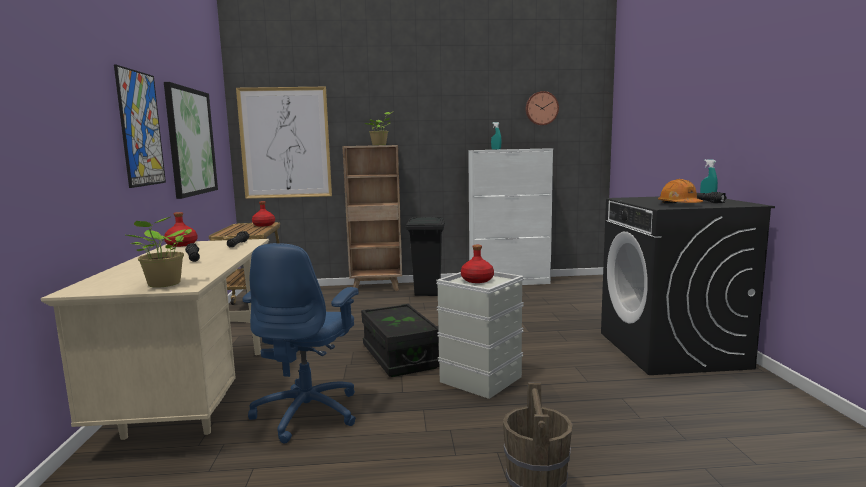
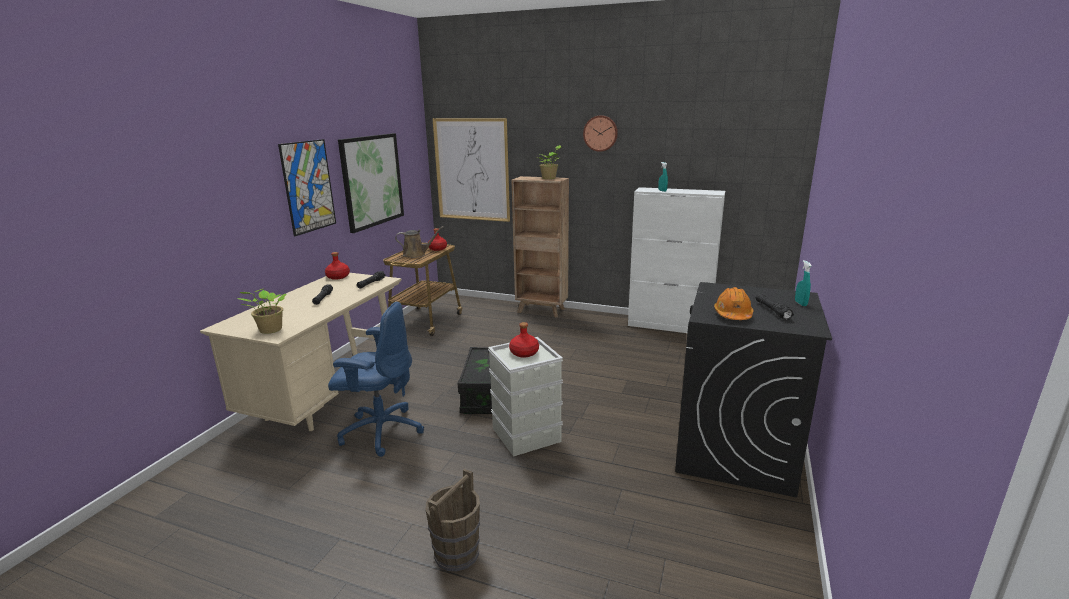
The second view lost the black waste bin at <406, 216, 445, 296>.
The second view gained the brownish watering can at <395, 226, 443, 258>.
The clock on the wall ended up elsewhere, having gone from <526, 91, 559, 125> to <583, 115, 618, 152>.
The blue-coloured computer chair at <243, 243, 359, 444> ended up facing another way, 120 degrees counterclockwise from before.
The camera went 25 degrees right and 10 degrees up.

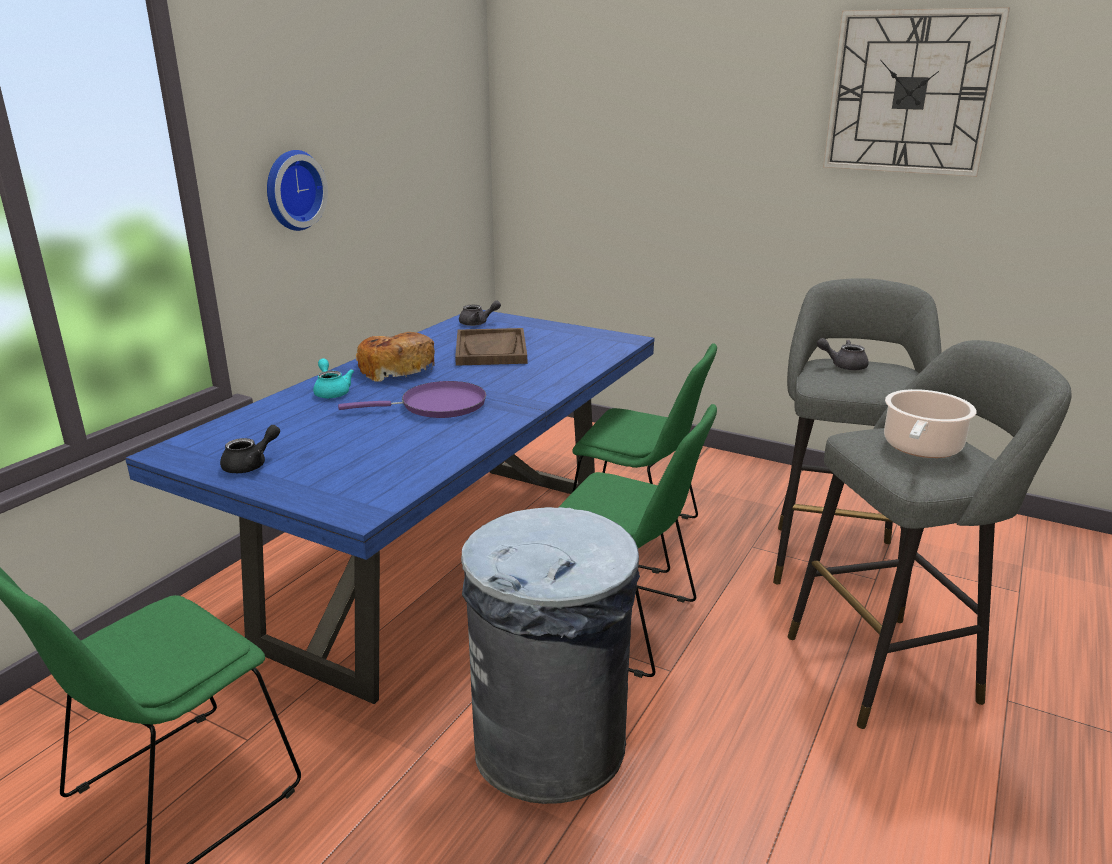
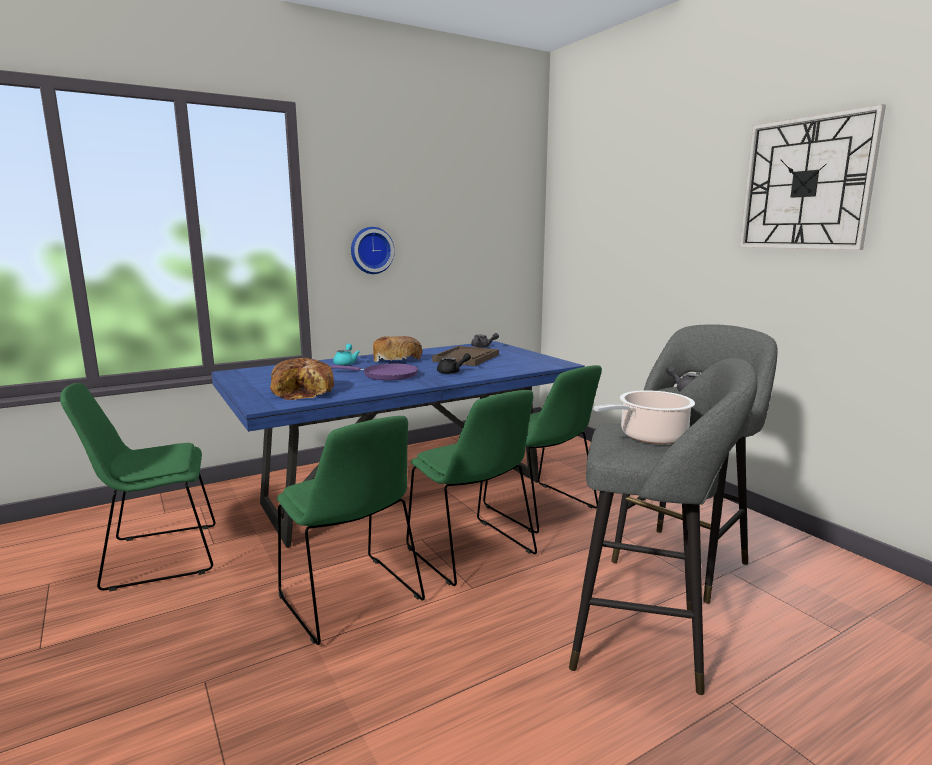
The second view gained the baked bread at <270, 358, 334, 400>.
The black pot for tea ended up elsewhere, having gone from <220, 425, 280, 473> to <437, 353, 471, 374>.
Where the greyish waste bin stood at <461, 507, 640, 804>, the green-coloured upright chair came to stand at <277, 416, 425, 645>.
The camera went 30 degrees right and 10 degrees down.

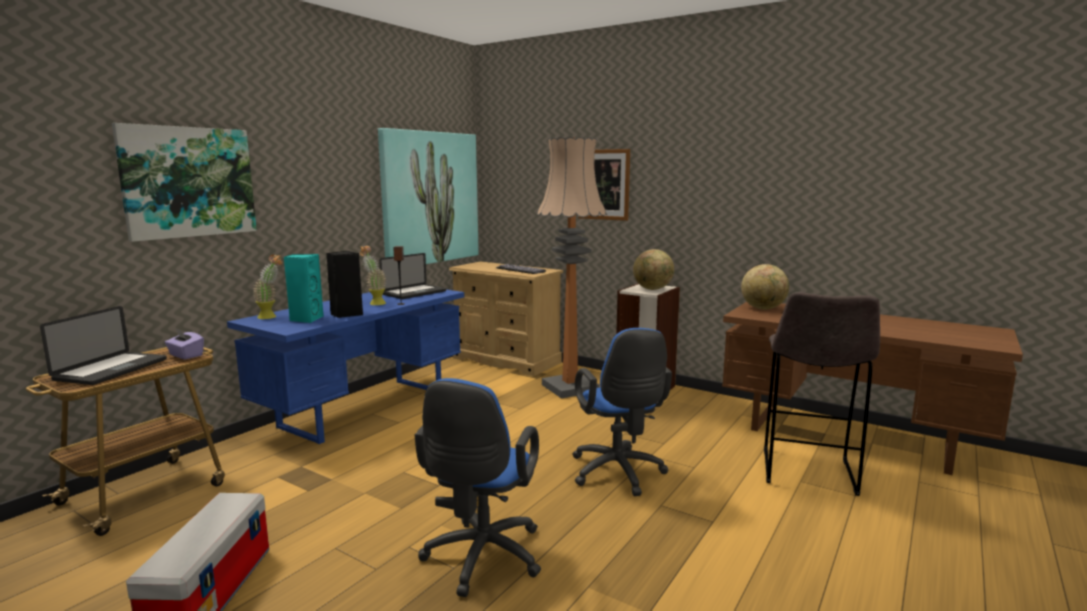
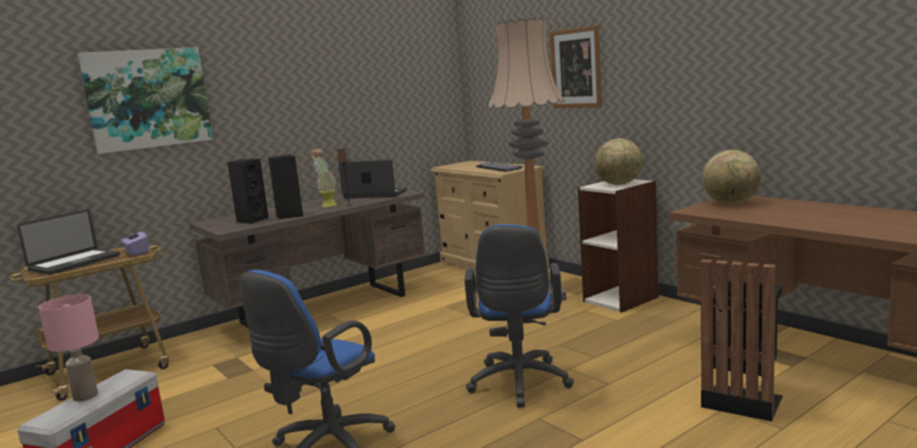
The second view lost the potted plant at <253, 254, 282, 319>.
The second view lost the wall picture at <378, 128, 479, 264>.
The second view gained the pink tabletop lamp at <38, 294, 99, 401>.
Where the greyish sitting stool stood at <764, 292, 880, 496>, the black waste bin came to stand at <700, 259, 783, 421>.
What was the blue-coloured desk table at <227, 290, 464, 444> turned into the brownish desk table at <189, 190, 426, 328>.
What was the turquoise loudspeaker at <284, 254, 324, 323> turned into the black loudspeaker at <227, 159, 269, 224>.
The portable computer at <379, 253, 446, 299> ended up facing another way, 135 degrees counterclockwise from before.
The camera went 20 degrees right and 0 degrees up.

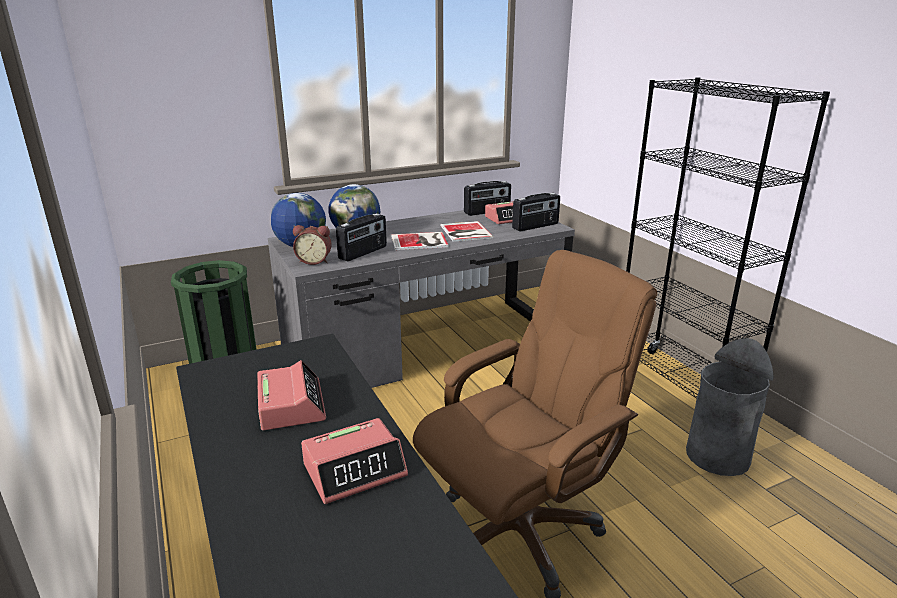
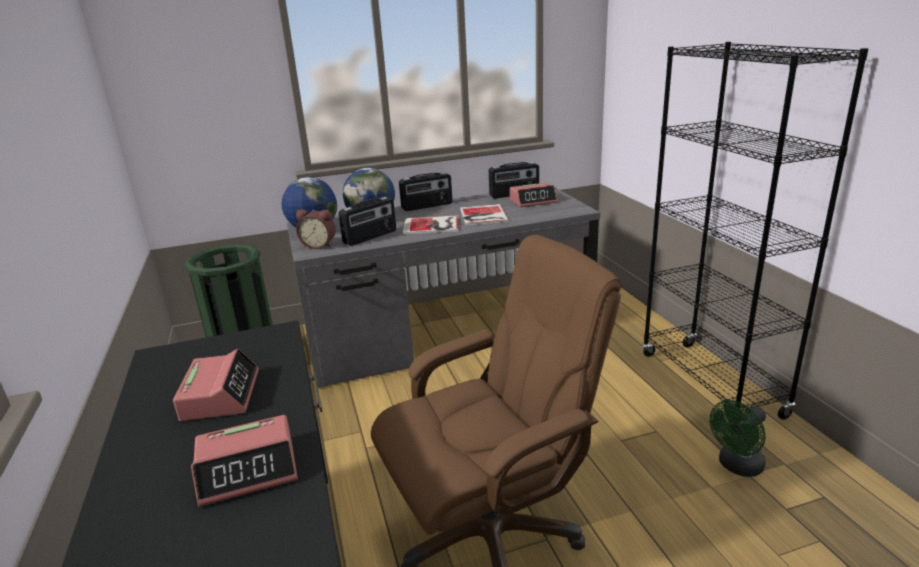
The radio ended up elsewhere, having gone from <512, 193, 560, 232> to <399, 172, 452, 211>.
Where the greyish waste bin stood at <686, 338, 773, 476>, the green-coloured cooling fan came to stand at <710, 400, 766, 477>.
The camera went 10 degrees right and 0 degrees up.

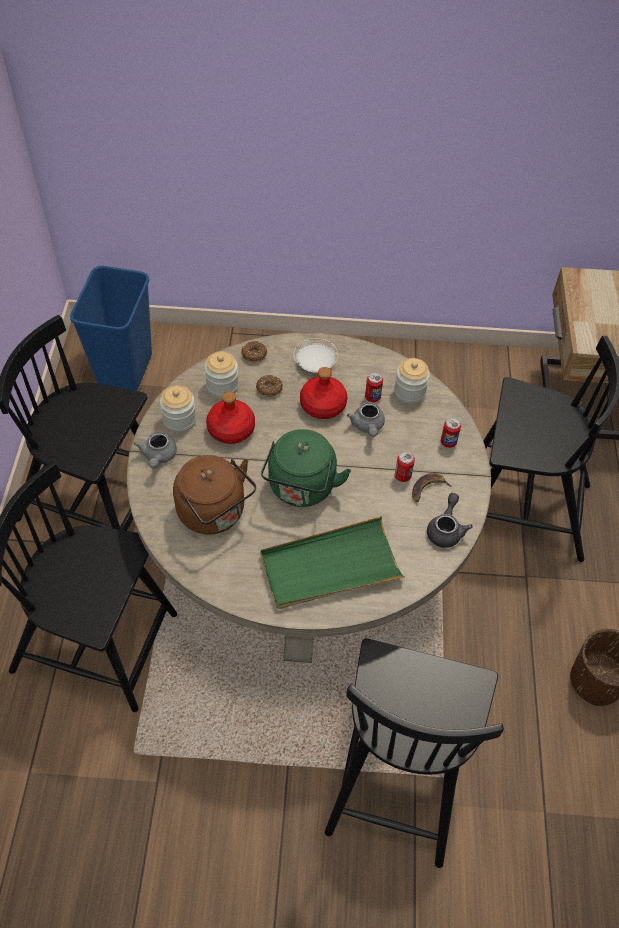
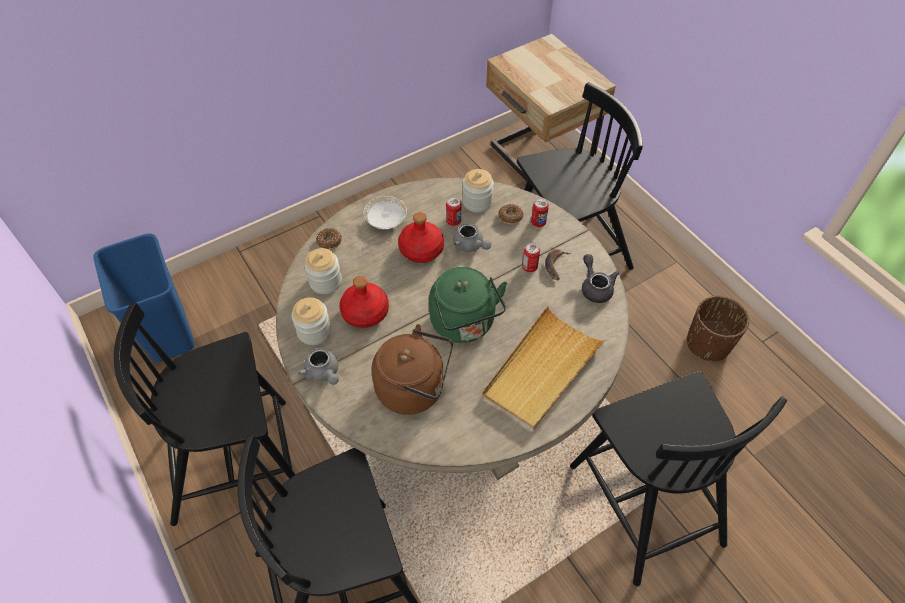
The donut ended up elsewhere, having gone from <256, 375, 283, 397> to <498, 204, 524, 224>.
What was the green-coloured carrying tray at <260, 516, 405, 609> turned into the beige carrying tray at <482, 306, 605, 430>.
The camera went 35 degrees left and 0 degrees up.

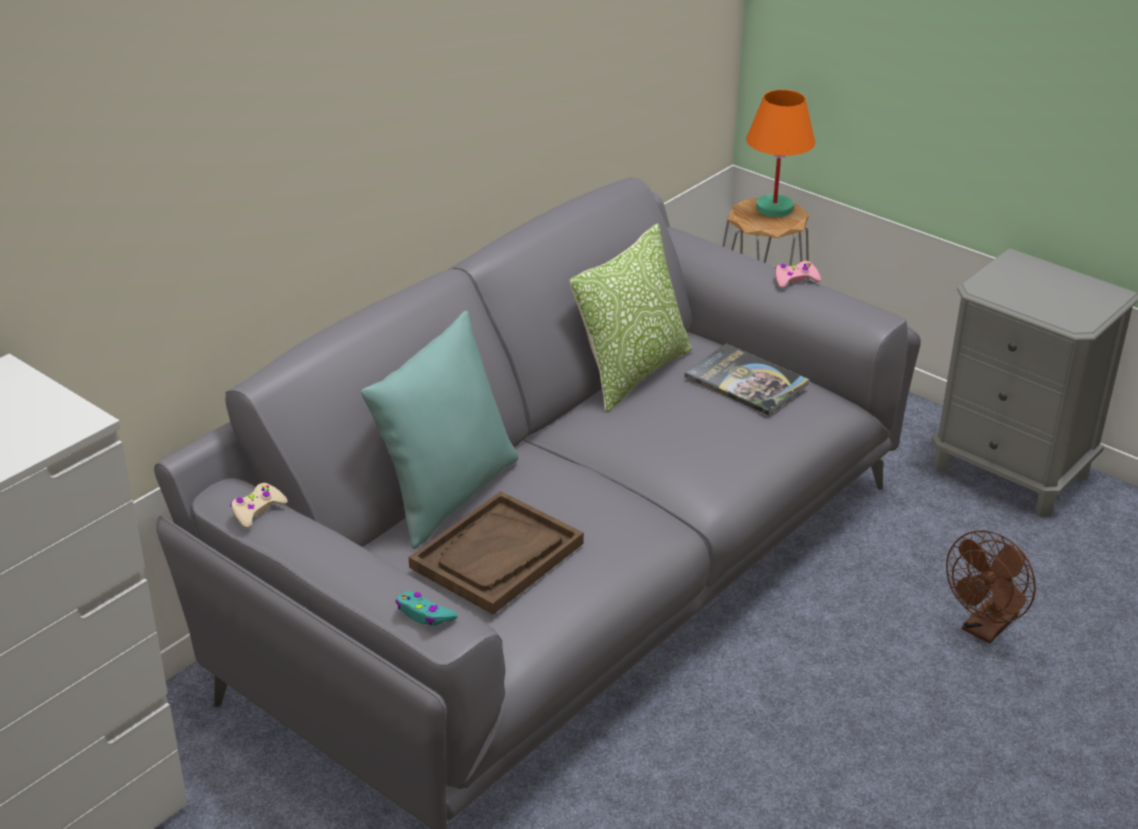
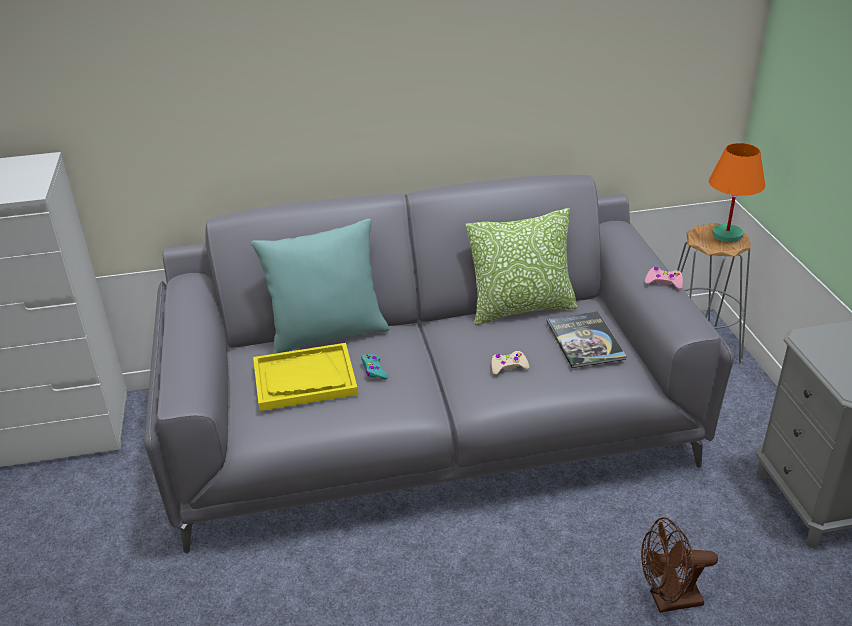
The beige game controller ended up elsewhere, having gone from <230, 483, 288, 528> to <491, 351, 529, 375>.
The turquoise game controller ended up elsewhere, having gone from <396, 591, 458, 626> to <361, 354, 388, 380>.
What was the brownish carrying tray at <409, 491, 584, 615> turned into the yellow carrying tray at <253, 343, 358, 411>.
The camera went 40 degrees right and 0 degrees up.

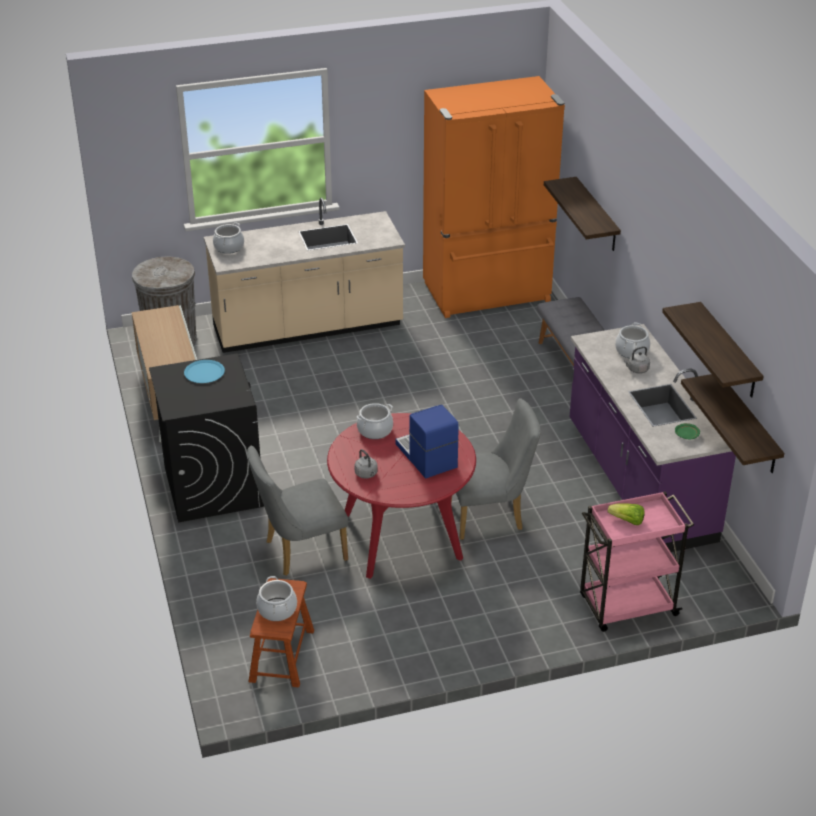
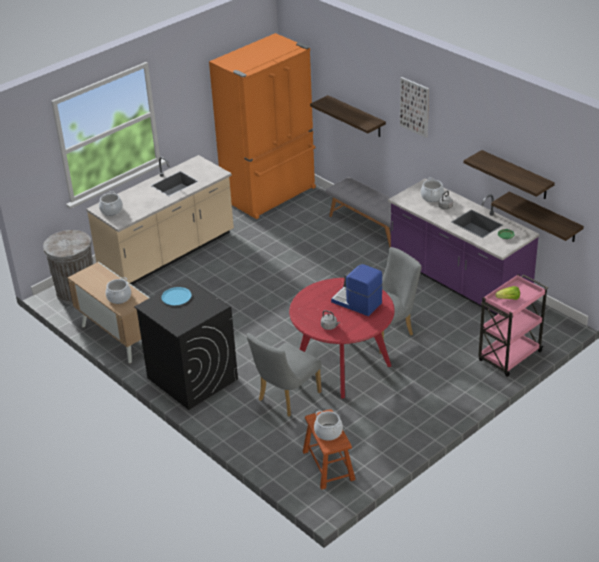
The second view gained the wall picture at <400, 77, 429, 138>.
The saucepot ended up elsewhere, having gone from <356, 403, 393, 439> to <106, 277, 131, 304>.
The camera went 25 degrees left and 0 degrees up.

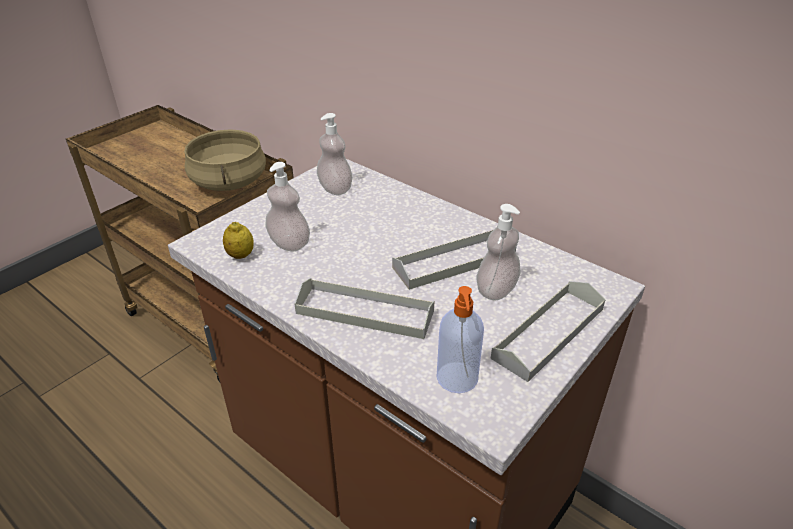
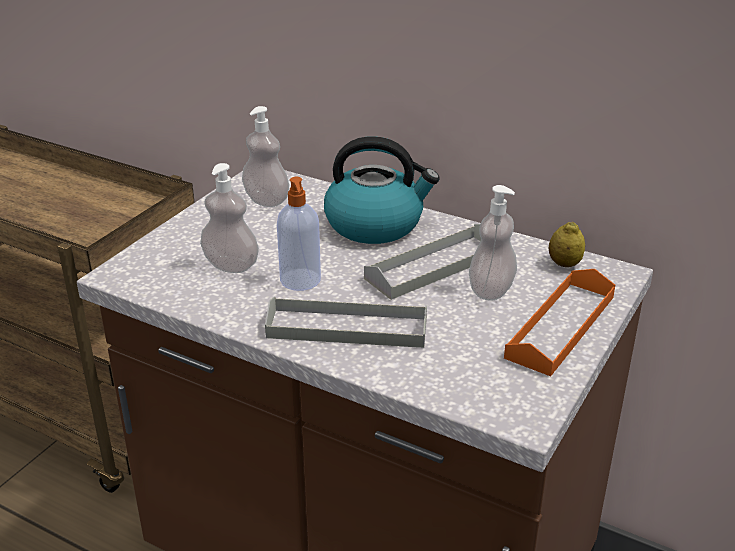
The second view lost the beige saucepot at <184, 129, 266, 191>.
The second view gained the tea kettle at <324, 136, 440, 244>.
The whole lemon ended up elsewhere, having gone from <223, 222, 254, 259> to <549, 222, 585, 267>.
The liquid soap bottle ended up elsewhere, having gone from <437, 286, 484, 393> to <277, 177, 321, 291>.
What was the greyish carrying tray at <490, 281, 606, 382> turned into the orange-coloured carrying tray at <504, 269, 615, 376>.
The camera went 10 degrees left and 5 degrees down.

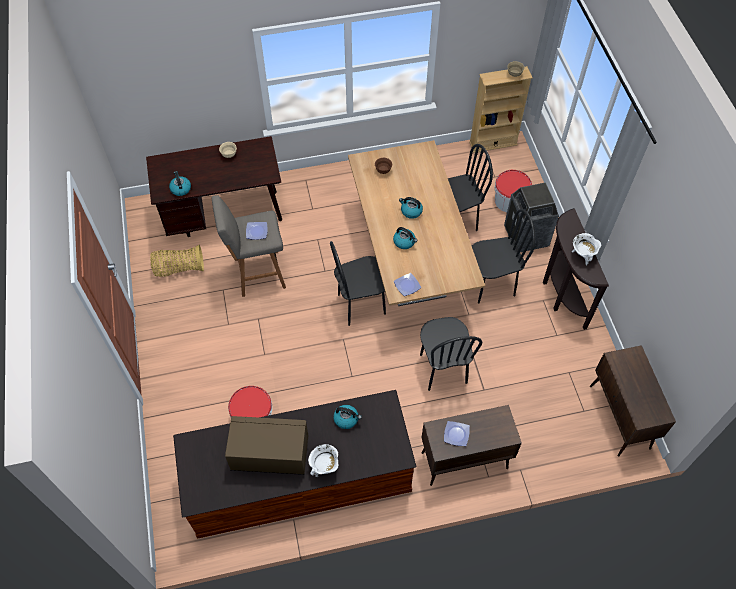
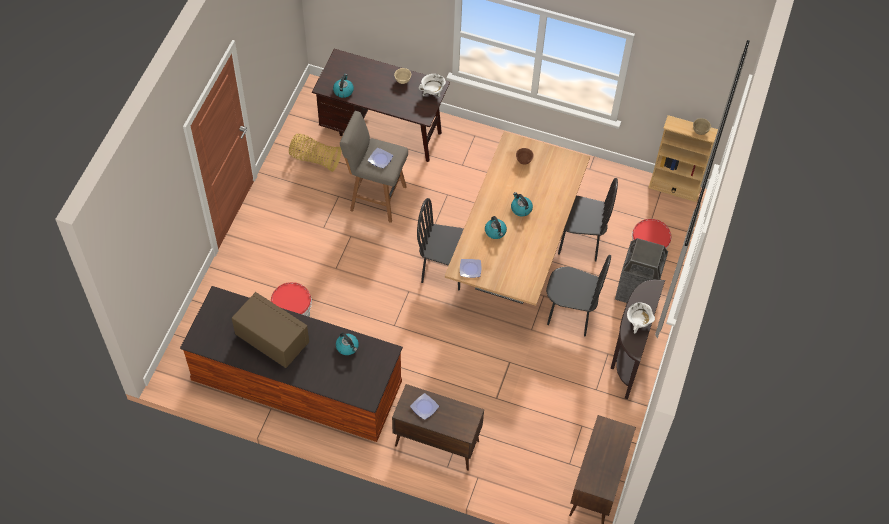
The second view lost the black upright chair at <420, 317, 482, 391>.
The whitish saucepot ended up elsewhere, having gone from <308, 444, 339, 478> to <419, 74, 446, 97>.
The camera went 30 degrees right and 0 degrees up.

